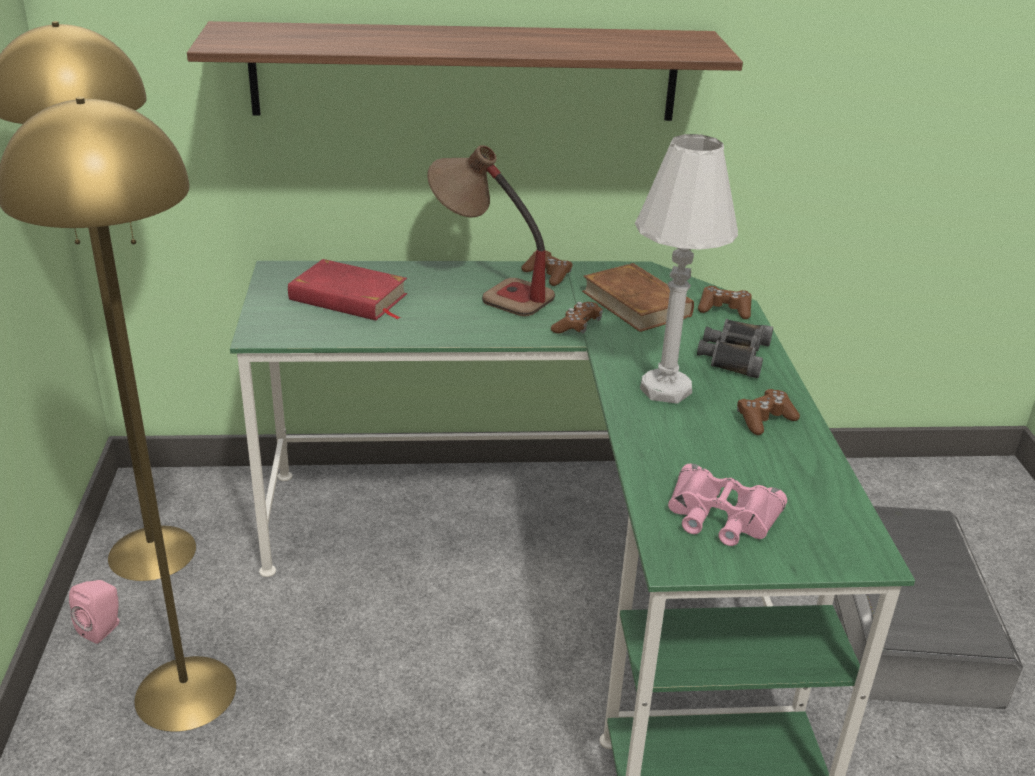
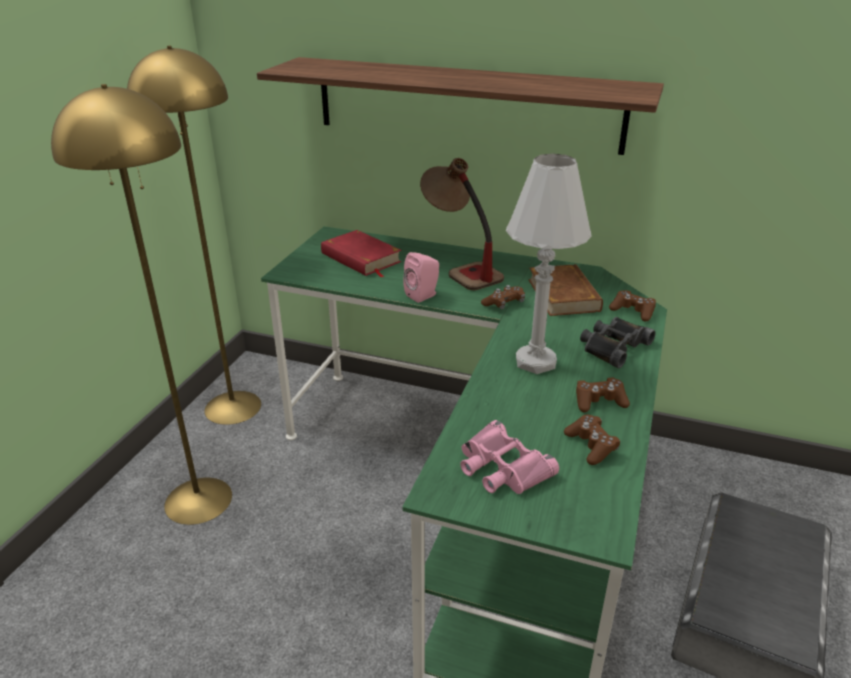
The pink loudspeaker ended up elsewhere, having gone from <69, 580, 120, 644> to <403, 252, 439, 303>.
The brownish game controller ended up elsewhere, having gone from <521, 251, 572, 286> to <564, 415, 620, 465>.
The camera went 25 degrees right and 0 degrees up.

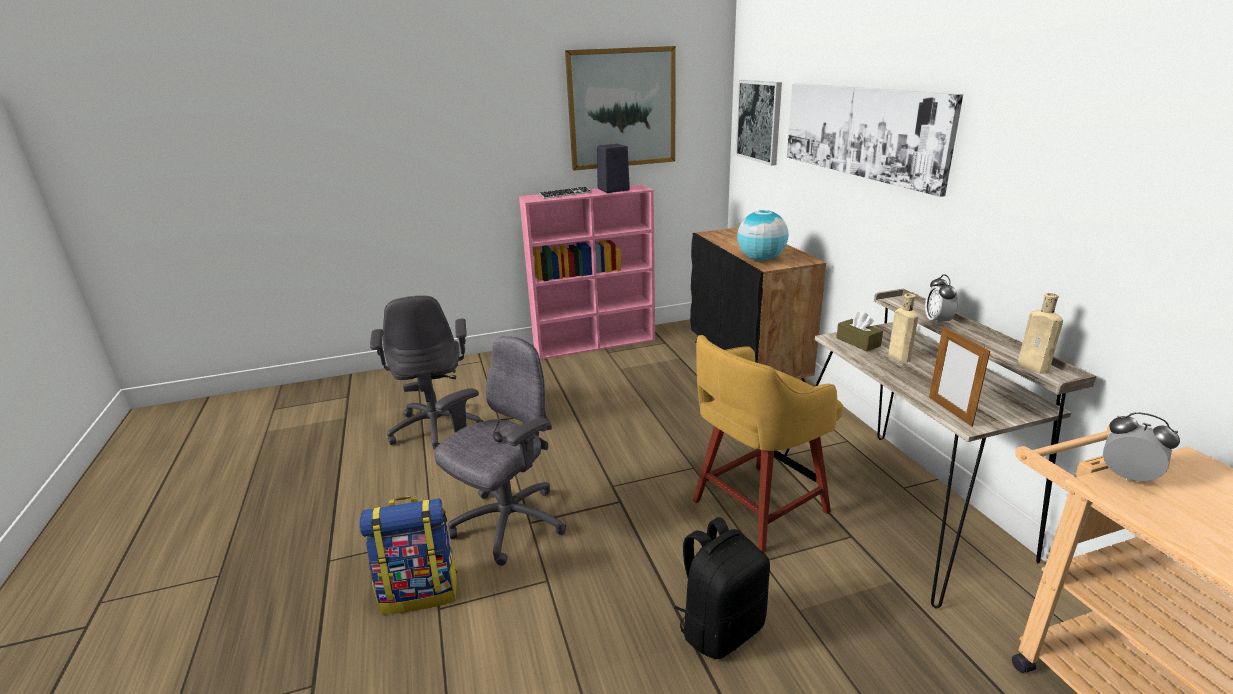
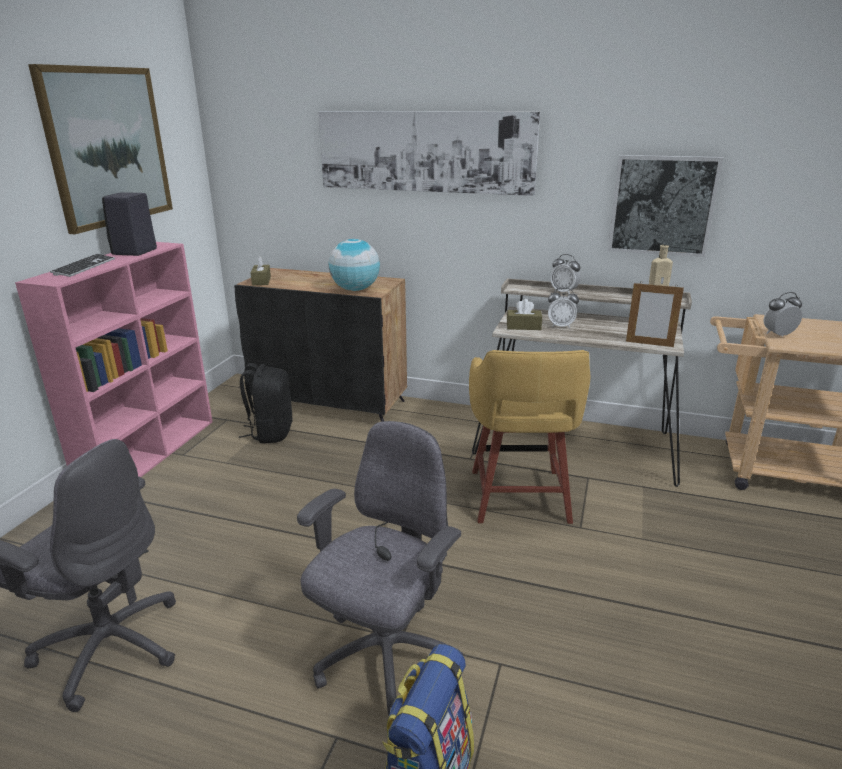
The second view gained the brownish tissue holder at <251, 256, 271, 286>.
The black knapsack ended up elsewhere, having gone from <674, 517, 770, 659> to <239, 363, 293, 443>.
The wall picture ended up elsewhere, having gone from <735, 80, 782, 166> to <608, 155, 723, 257>.
Where the beige bottle stood at <888, 294, 918, 362>, the alarm clock came to stand at <548, 288, 579, 329>.
The greyish computer chair at <434, 336, 566, 566> ended up facing another way, 45 degrees clockwise from before.
The camera went 55 degrees left and 0 degrees up.

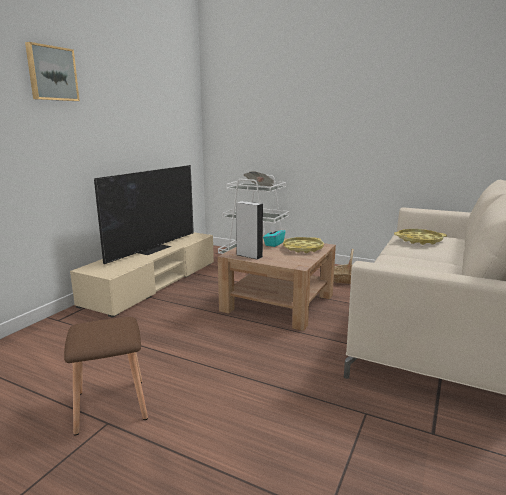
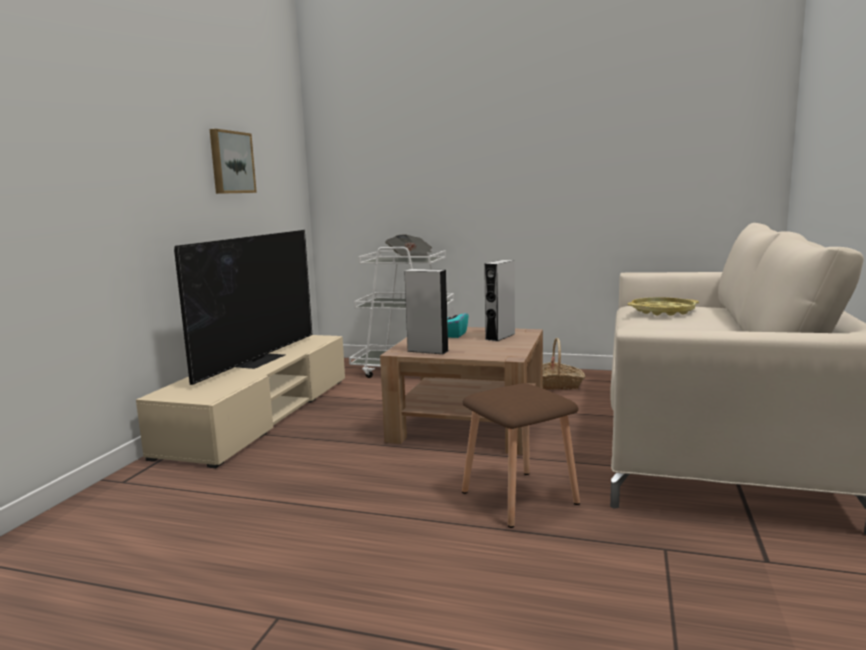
The wall picture ended up elsewhere, having gone from <25, 42, 80, 101> to <210, 129, 257, 194>.
The brownish sitting stool ended up elsewhere, having gone from <64, 317, 148, 436> to <462, 383, 580, 528>.
Where the yellow carrying tray stood at <283, 237, 324, 253>, the greyish loudspeaker came to stand at <484, 260, 515, 341>.
The camera went 10 degrees left and 5 degrees down.

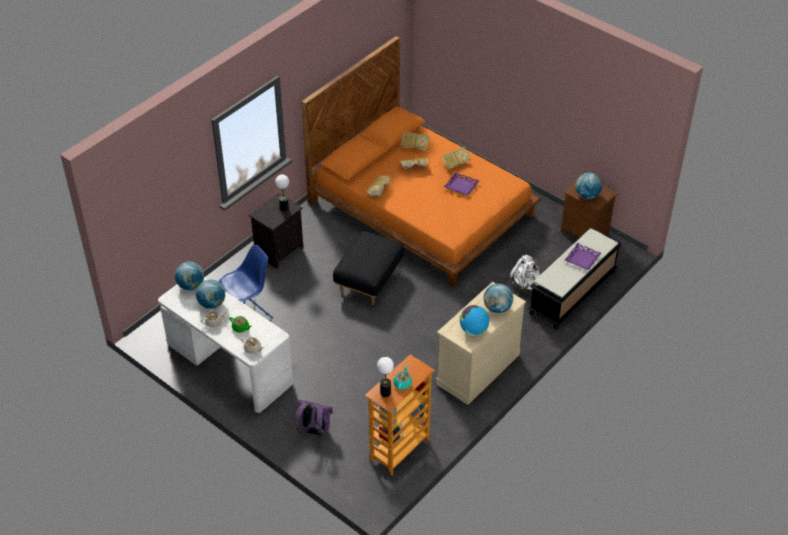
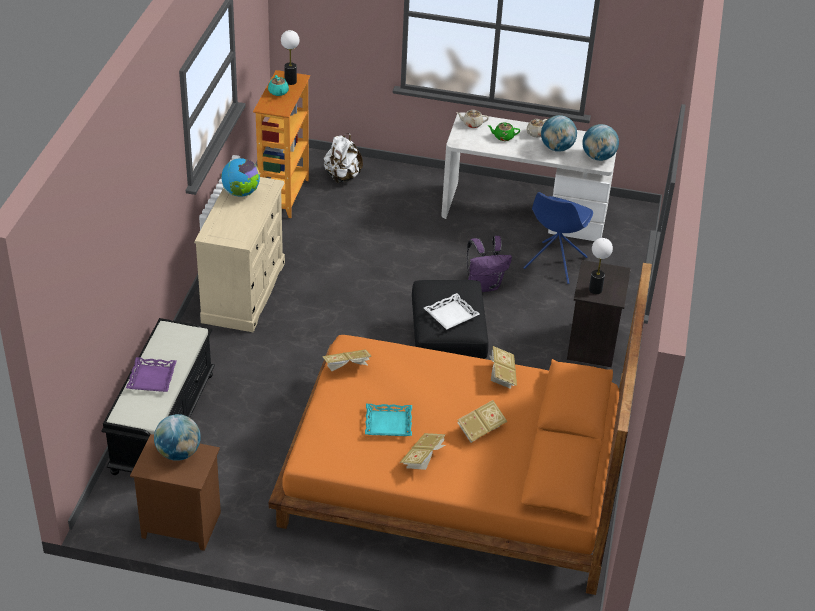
The second view lost the desk globe at <484, 284, 513, 313>.
The second view gained the whitish carrying tray at <424, 293, 480, 330>.
The purplish knapsack ended up elsewhere, having gone from <296, 400, 333, 437> to <467, 236, 512, 292>.
The book ended up elsewhere, having gone from <401, 132, 430, 151> to <322, 349, 371, 371>.
The whitish knapsack ended up elsewhere, having gone from <509, 255, 540, 293> to <323, 133, 363, 183>.
What was the purplish carrying tray at <444, 172, 480, 196> turned into the turquoise carrying tray at <365, 404, 412, 436>.
The camera went 150 degrees right and 5 degrees down.

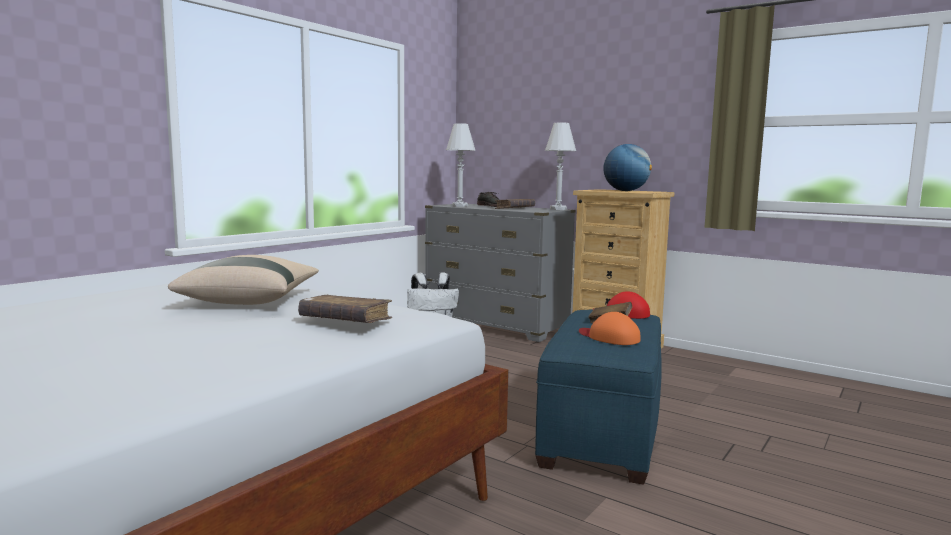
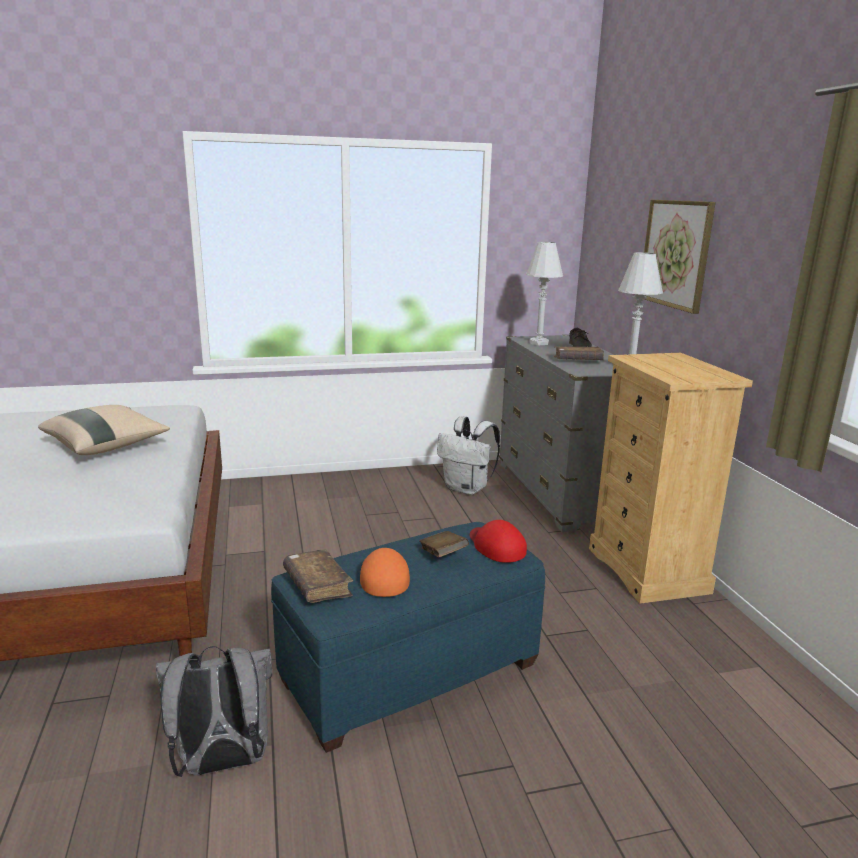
The second view lost the desk globe at <603, 144, 652, 191>.
The second view gained the greyish knapsack at <156, 646, 272, 777>.
The second view gained the wall picture at <644, 200, 716, 314>.
The brownish book ended up elsewhere, having gone from <298, 295, 392, 323> to <283, 549, 353, 603>.
The camera went 40 degrees right and 10 degrees up.

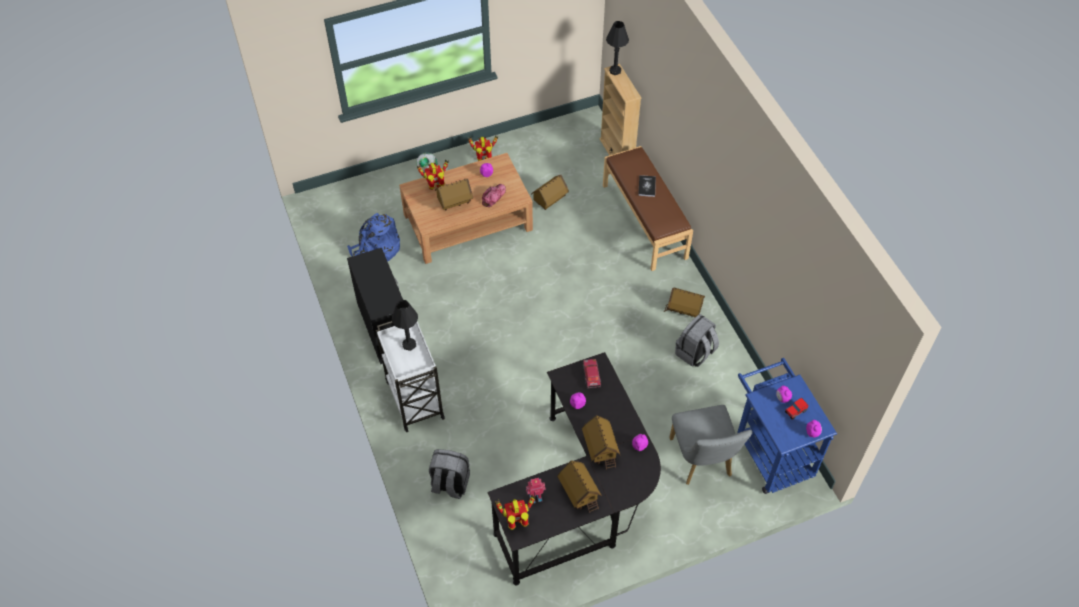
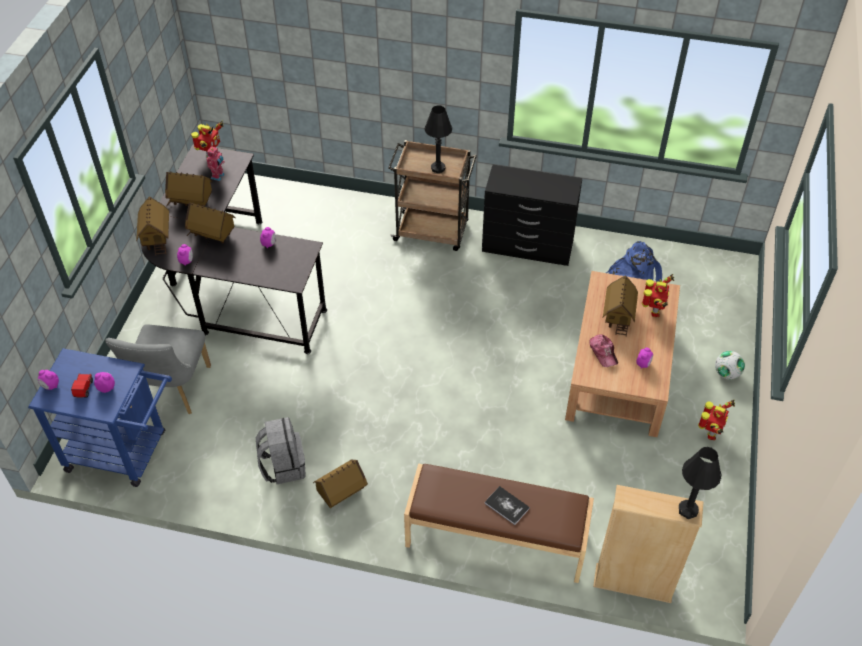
The second view lost the greyish knapsack at <429, 449, 470, 499>.
The second view lost the model car at <583, 359, 601, 389>.
The toy house ended up elsewhere, having gone from <532, 175, 569, 210> to <136, 196, 169, 256>.
What was the whitish cart at <376, 321, 445, 432> turned into the brownish cart at <388, 140, 477, 251>.
The greyish upright chair at <669, 405, 752, 485> ended up facing another way, 105 degrees counterclockwise from before.
The camera went 125 degrees right and 5 degrees down.

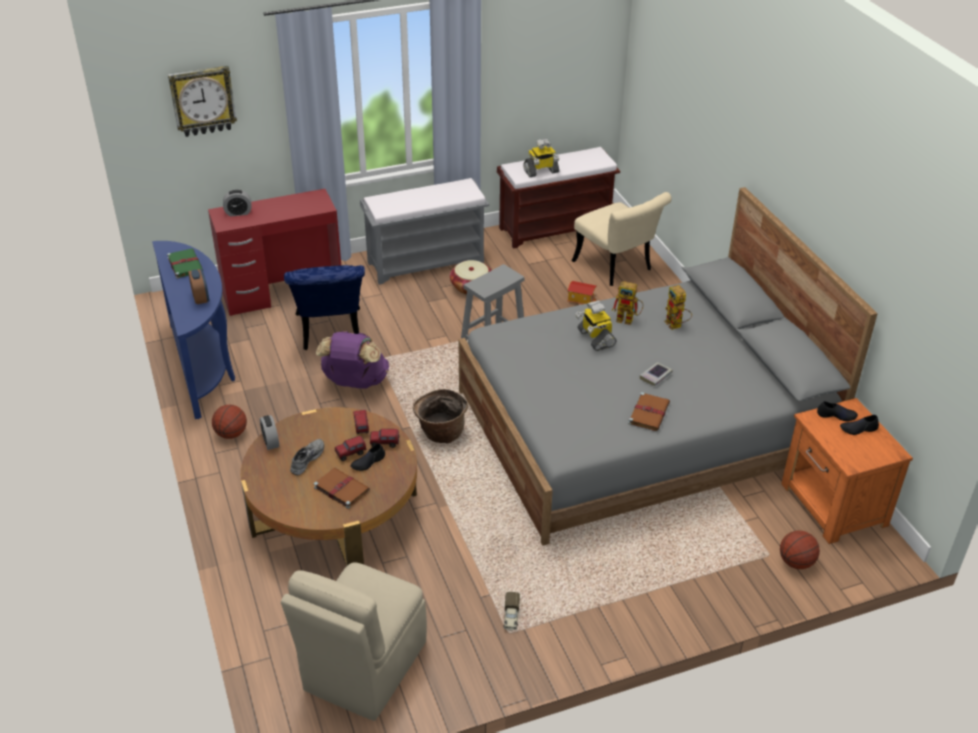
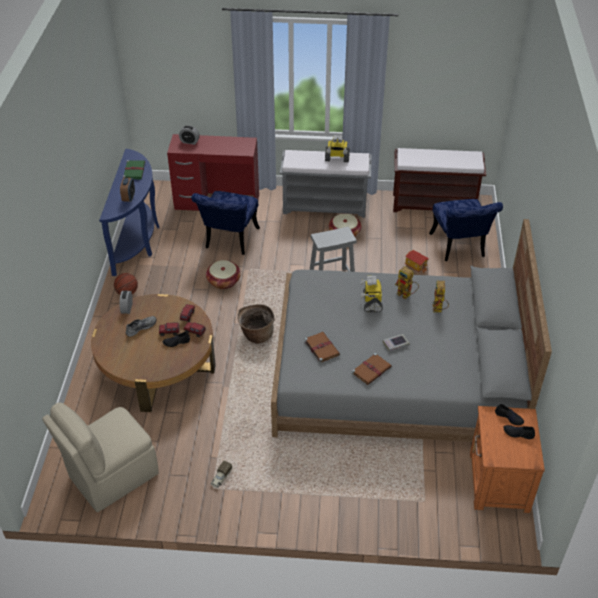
The second view lost the clock on the wall at <168, 66, 237, 137>.
The second view lost the basketball at <780, 530, 820, 569>.
The brownish book ended up elsewhere, having gone from <314, 468, 370, 509> to <304, 332, 340, 363>.
The model robot ended up elsewhere, having gone from <523, 138, 559, 177> to <325, 135, 350, 162>.
Where the purplish knapsack stood at <316, 331, 389, 389>, the storage basket came to stand at <206, 260, 241, 289>.
What was the beige upright chair at <572, 192, 672, 286> turned into the blue-coloured upright chair at <429, 199, 503, 261>.
The camera went 25 degrees right and 5 degrees up.

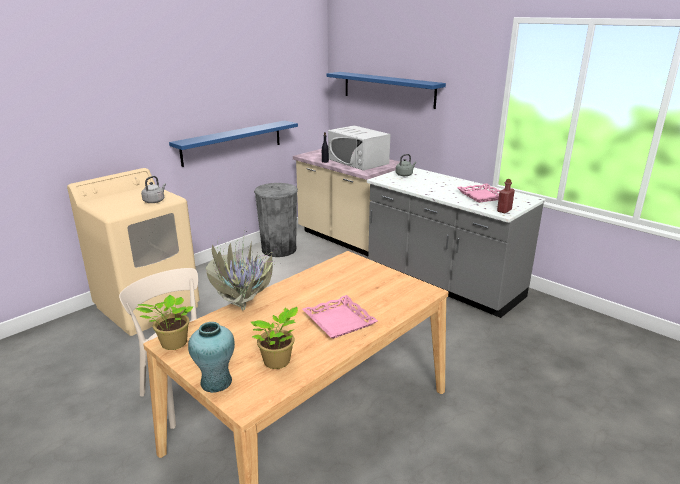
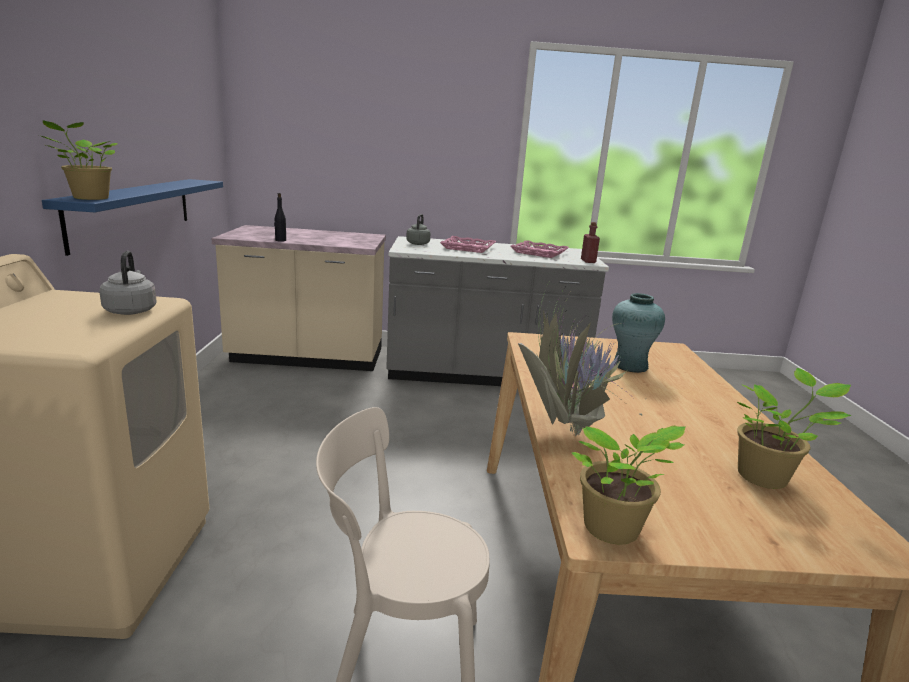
The second view lost the greyish waste bin at <254, 183, 298, 257>.
The second view lost the blue-coloured bracket shelf at <326, 72, 446, 109>.
The second view lost the whitish microwave oven at <328, 125, 390, 170>.
The second view gained the potted plant at <39, 120, 118, 200>.
The turquoise vase ended up elsewhere, having gone from <188, 322, 235, 393> to <612, 293, 665, 373>.
The pink carrying tray ended up elsewhere, having gone from <302, 295, 378, 339> to <440, 236, 496, 253>.
The camera went 45 degrees left and 5 degrees down.

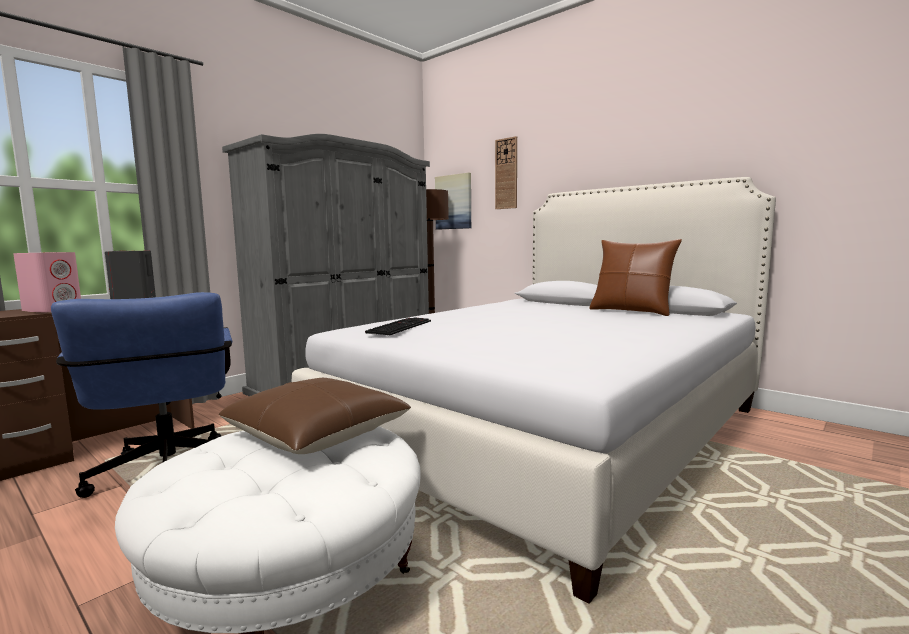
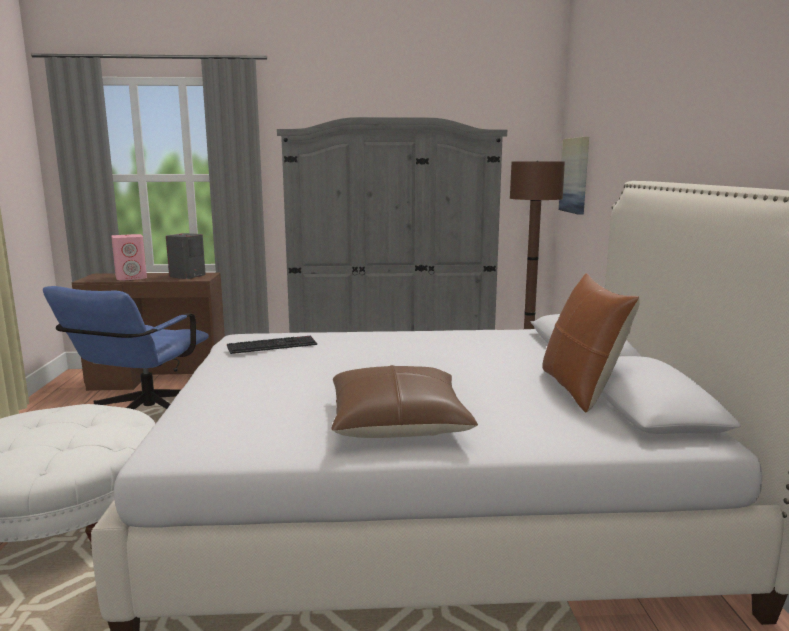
The second view lost the clock on the wall at <495, 136, 517, 209>.
The brownish cushion ended up elsewhere, having gone from <219, 378, 411, 454> to <331, 365, 478, 438>.
The camera went 45 degrees right and 5 degrees up.

